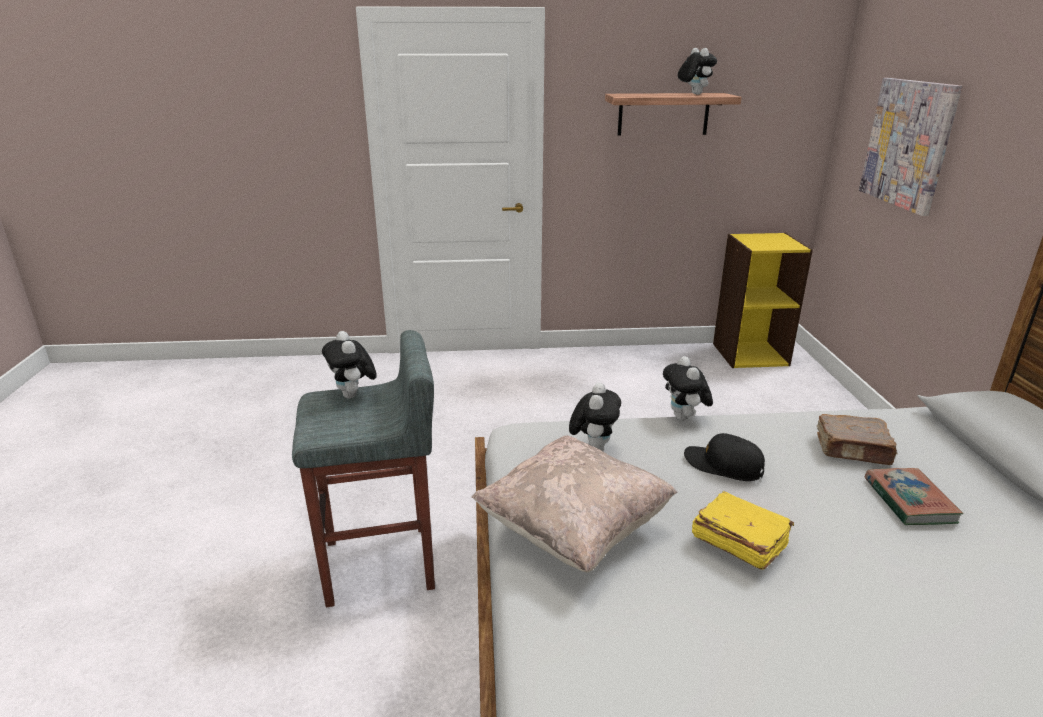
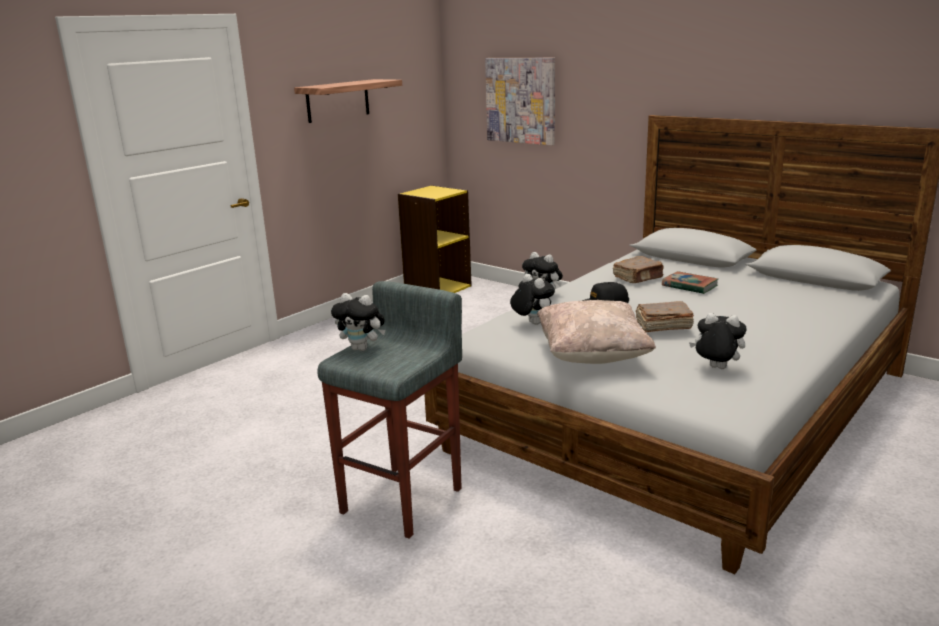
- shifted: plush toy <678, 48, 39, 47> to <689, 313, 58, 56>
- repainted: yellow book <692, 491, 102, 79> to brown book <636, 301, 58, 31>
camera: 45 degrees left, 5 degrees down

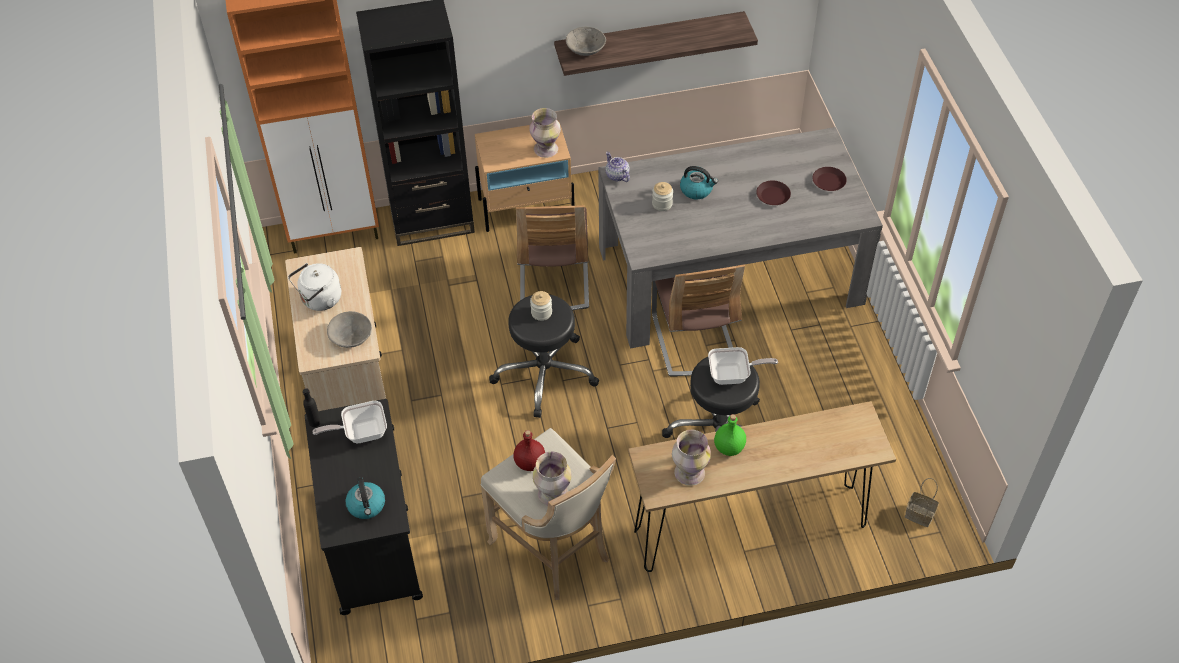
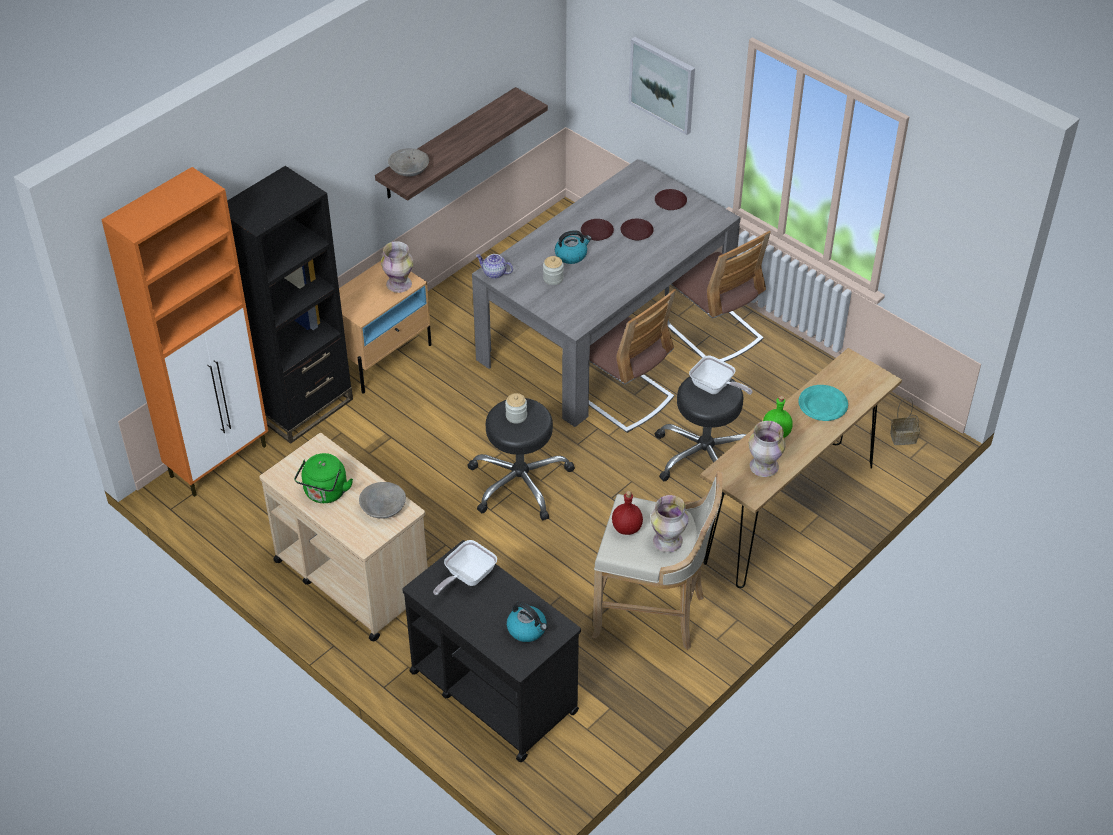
- shifted: chair <516, 205, 73, 105> to <665, 231, 106, 131>
- repainted: white kettle <288, 263, 53, 48> to green kettle <294, 453, 59, 50>
- rotated: frying pan <708, 347, 70, 38> = <689, 356, 64, 39> 75 degrees clockwise
- gone: black bottle <303, 388, 18, 39>
- new: picture <629, 37, 66, 98>
- new: brown plate <581, 219, 33, 22>
- new: turquoise plate <798, 385, 50, 36>
camera: 35 degrees left, 5 degrees down

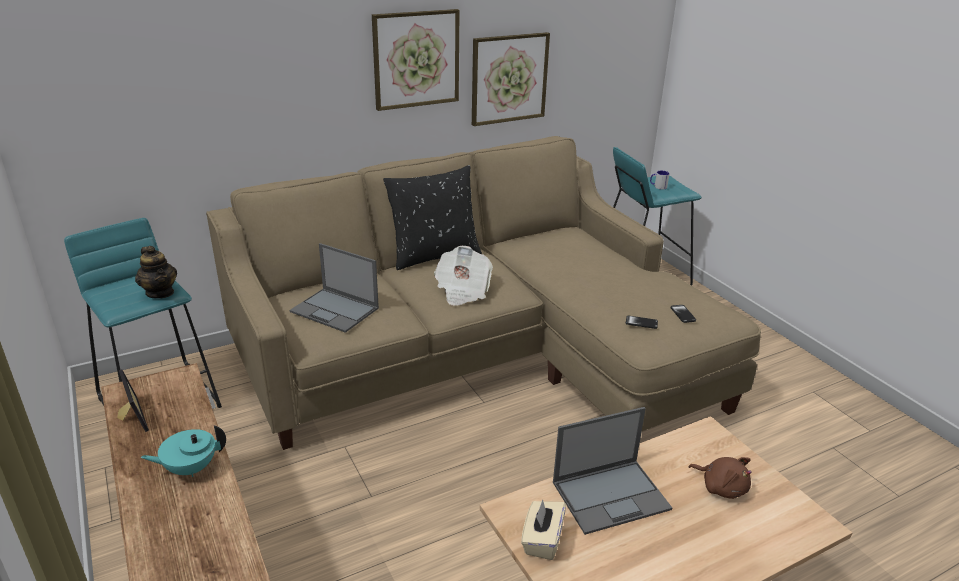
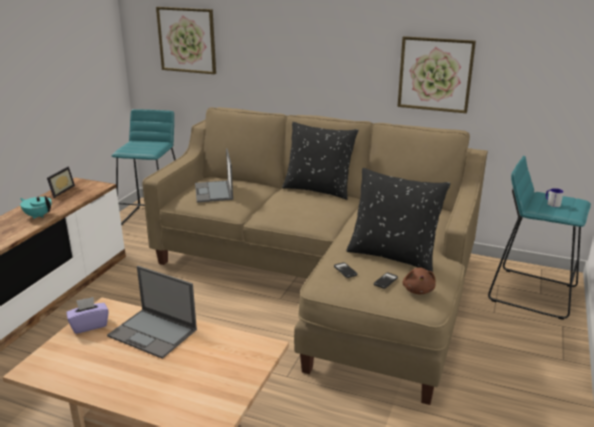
- shifted: picture <372, 9, 88, 102> to <156, 7, 60, 67>
- gone: teapot <135, 246, 42, 53>
- gone: newspaper <434, 246, 59, 60>
- shifted: brown plush toy <689, 457, 63, 42> to <402, 267, 34, 27>
- repainted: beige tissue box <521, 499, 45, 61> to purple tissue box <66, 297, 43, 37>
- new: black pillow <346, 168, 105, 104>
camera: 50 degrees right, 5 degrees down

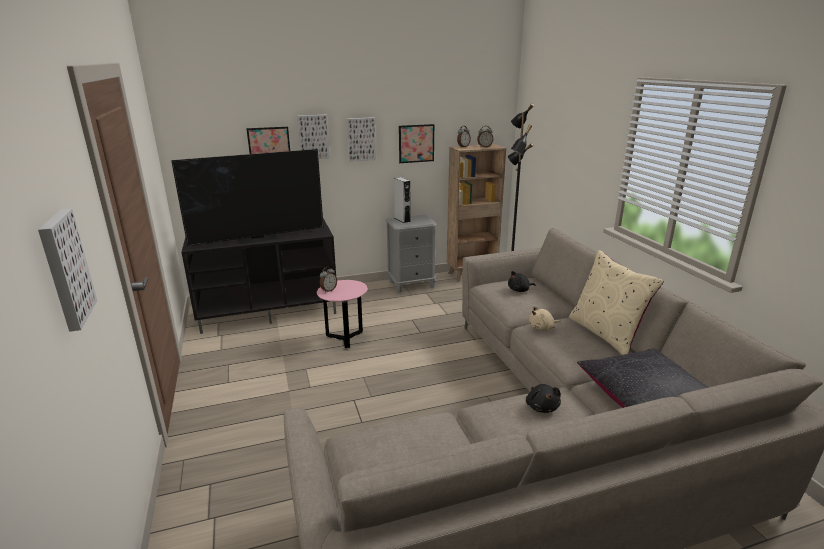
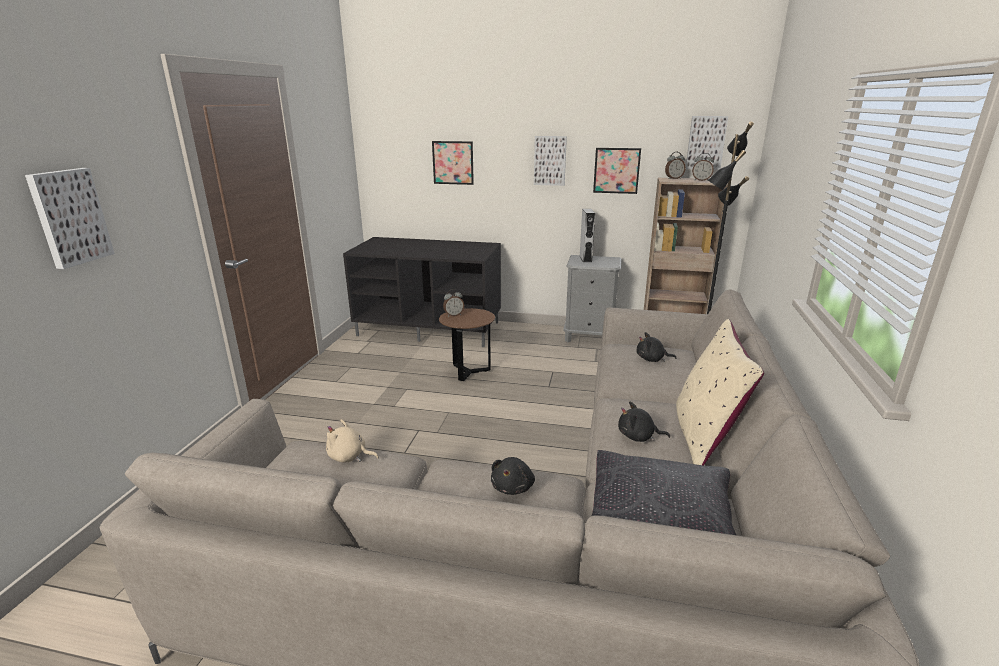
- shifted: picture <298, 115, 32, 44> to <686, 116, 42, 54>
- gone: television <171, 149, 153, 97>
- repainted: pink side table <317, 280, 50, 68> to brown side table <439, 308, 56, 73>
- shifted: beige plush toy <529, 306, 32, 25> to <326, 419, 53, 43>
- new: black plush toy <618, 401, 52, 41>
camera: 30 degrees right, 0 degrees up

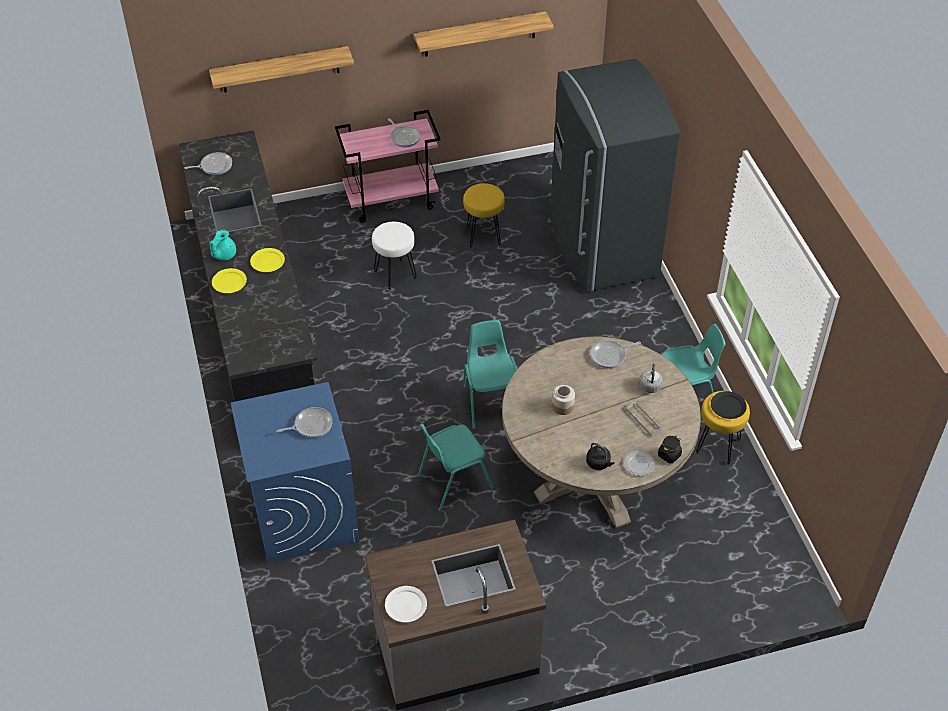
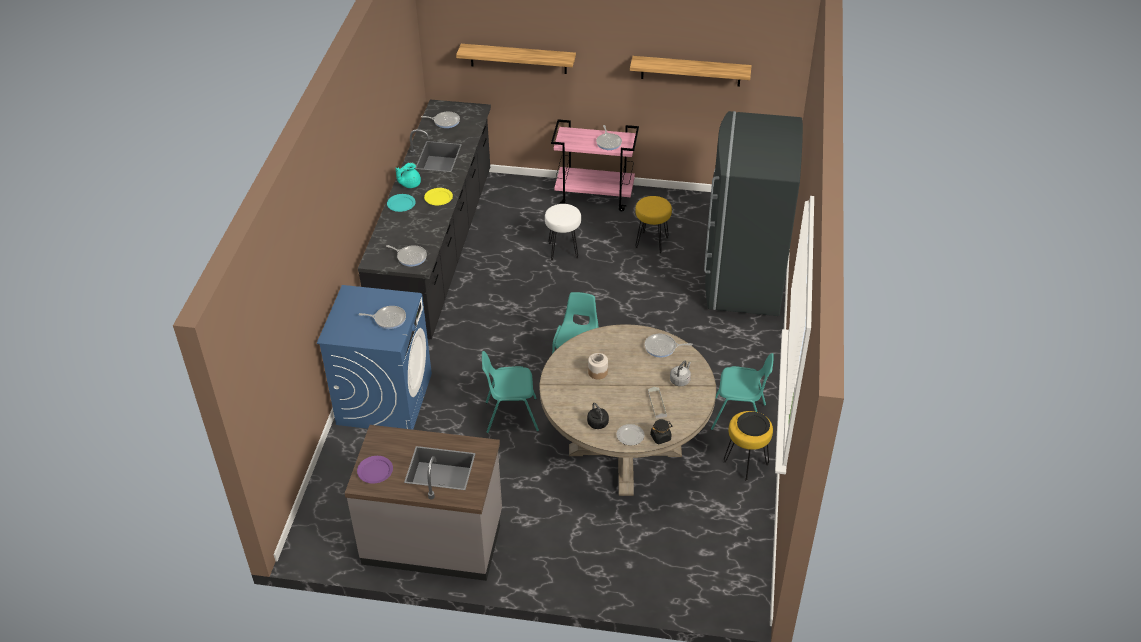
- repainted: yellow plate <212, 268, 35, 25> to turquoise plate <387, 194, 29, 18>
- repainted: white plate <385, 586, 42, 36> to purple plate <357, 456, 36, 28>
- new: frying pan <387, 245, 40, 22>
camera: 25 degrees right, 5 degrees down

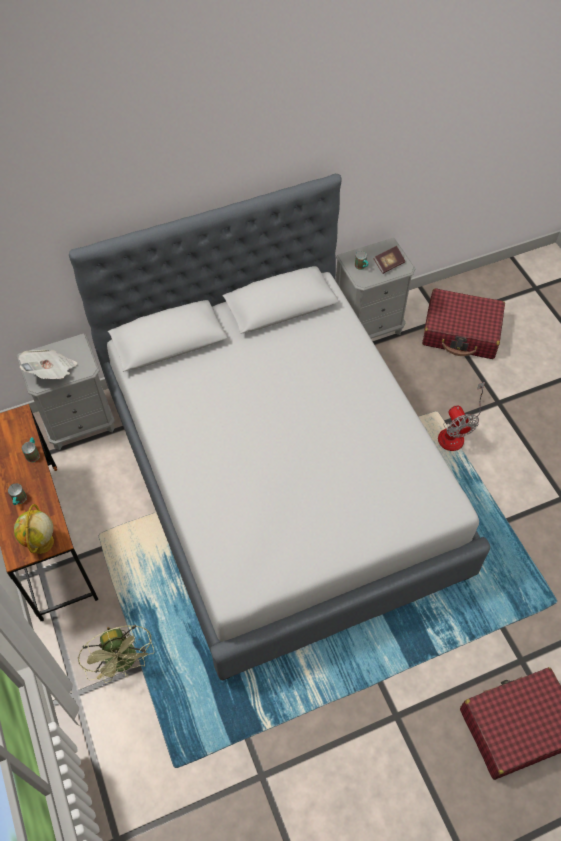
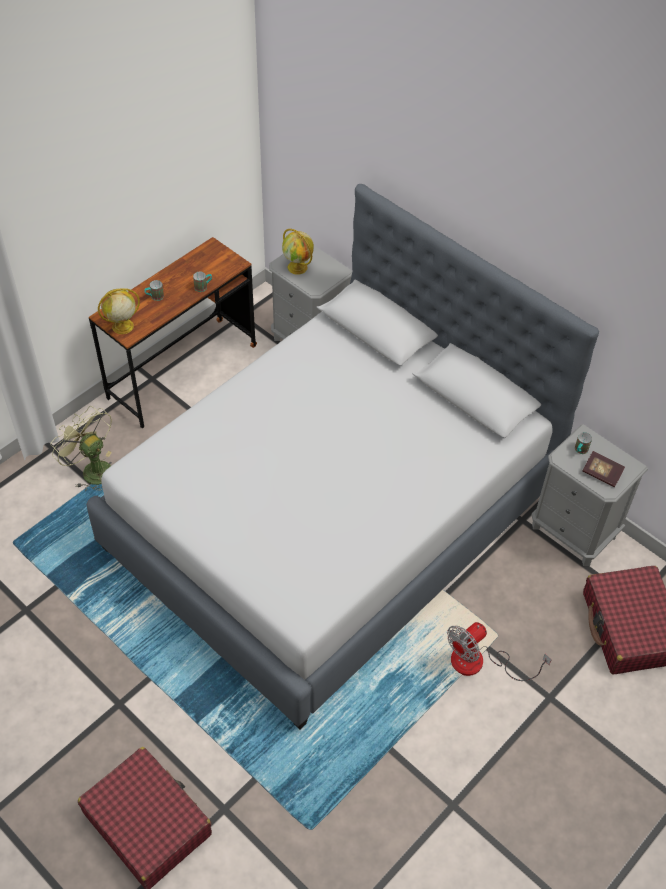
- swapped: newspaper <19, 350, 59, 29> to globe <282, 229, 32, 46>
- rotated: green fan <78, 625, 76, 58> = <50, 406, 62, 85> 90 degrees clockwise
camera: 65 degrees right, 5 degrees down

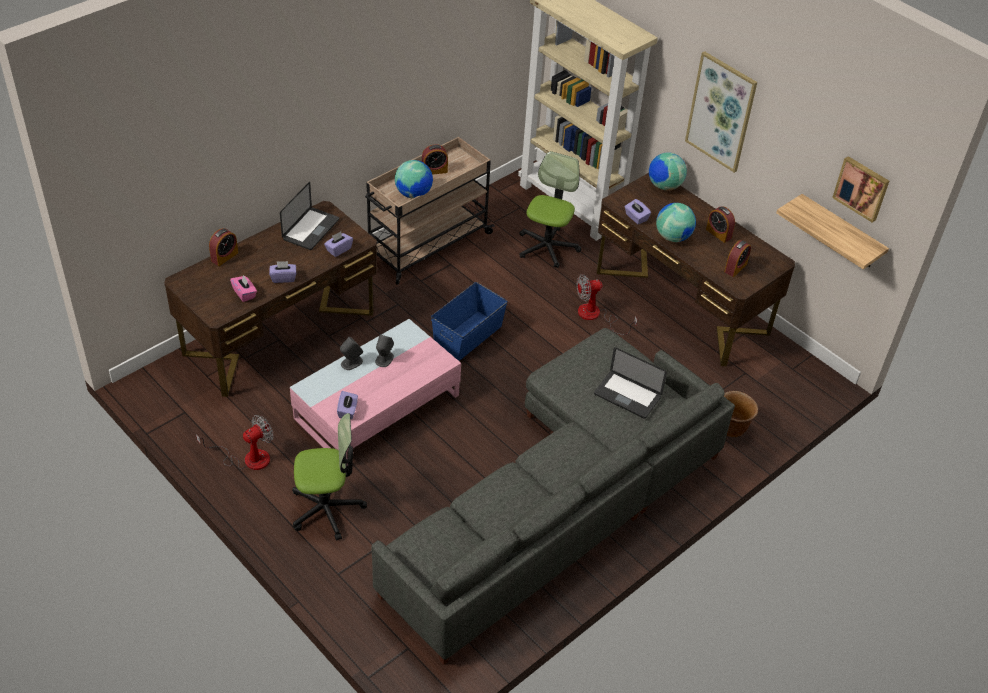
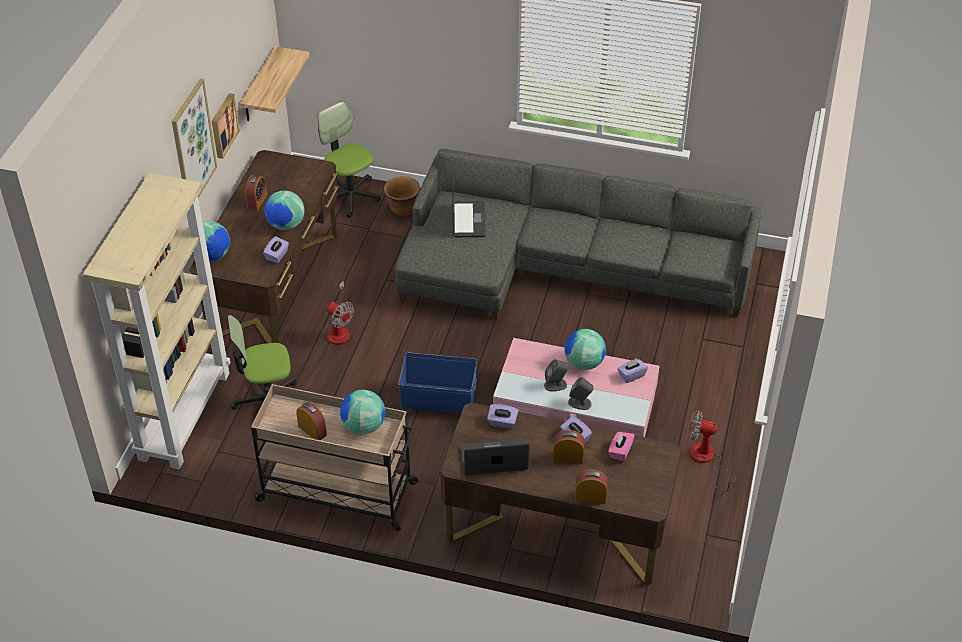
- shifted: picture <832, 156, 57, 67> to <212, 93, 28, 66>
- shifted: alarm clock <724, 240, 27, 37> to <553, 430, 32, 34>
- shifted: office chair <292, 413, 75, 128> to <318, 101, 63, 117>
- new: globe <565, 329, 41, 41>
camera: 120 degrees left, 0 degrees up

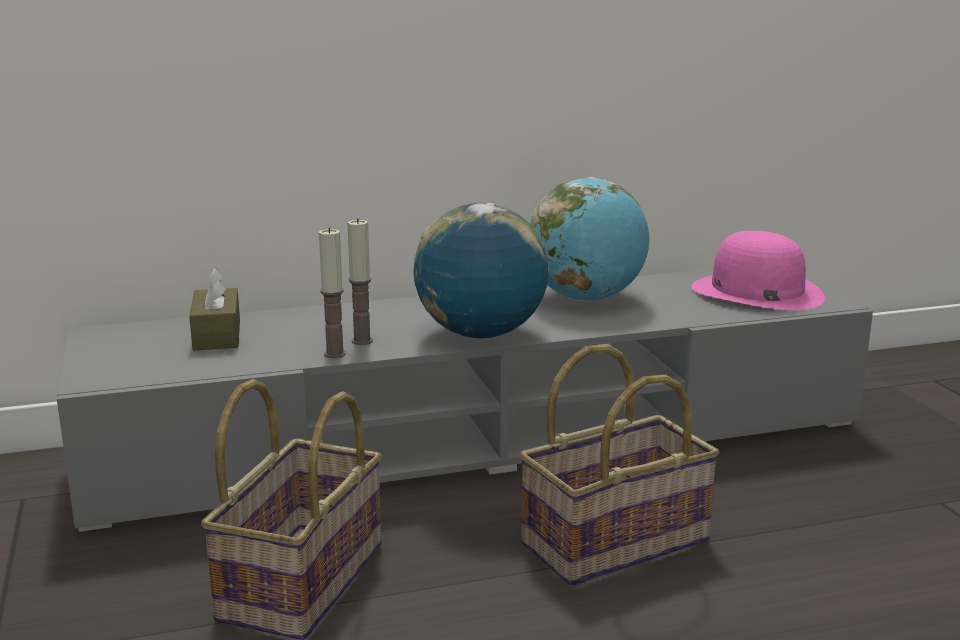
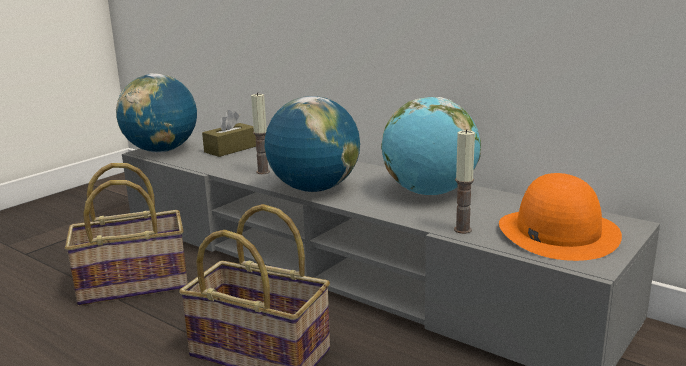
- shifted: candle <319, 228, 27, 130> to <454, 129, 21, 105>
- repainted: pink hat <692, 231, 133, 79> to orange hat <499, 173, 123, 88>
- new: globe <116, 73, 81, 80>
camera: 55 degrees right, 0 degrees up

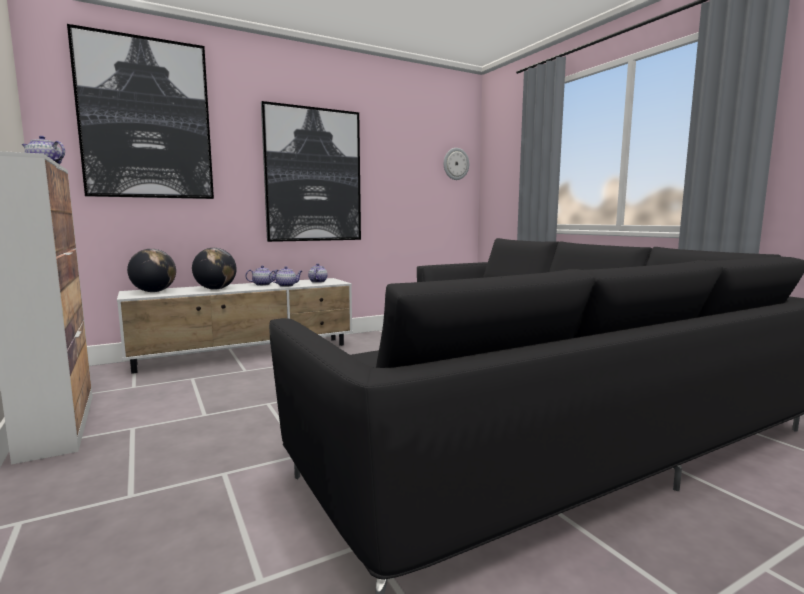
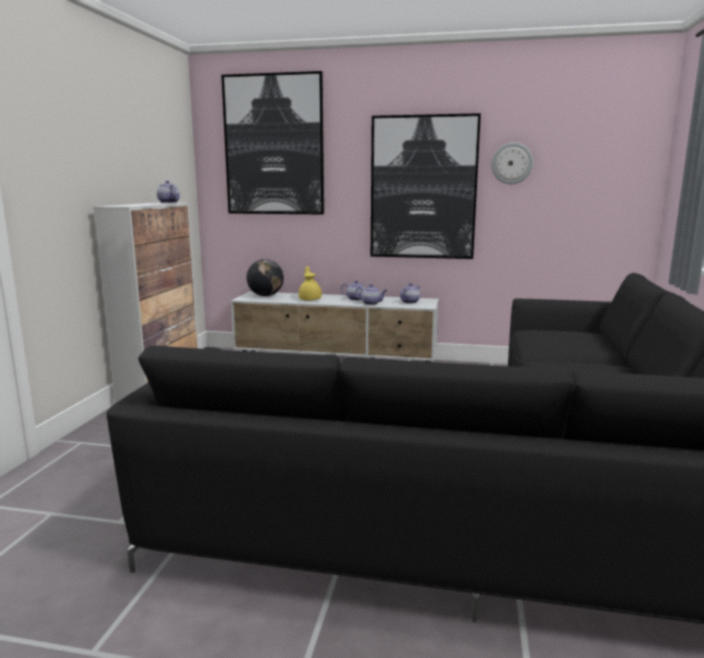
- shifted: wall clock <444, 148, 25, 32> to <491, 142, 42, 42>
- swapped: globe <192, 248, 45, 42> to yellow teapot <299, 266, 23, 35>
camera: 40 degrees right, 5 degrees up

